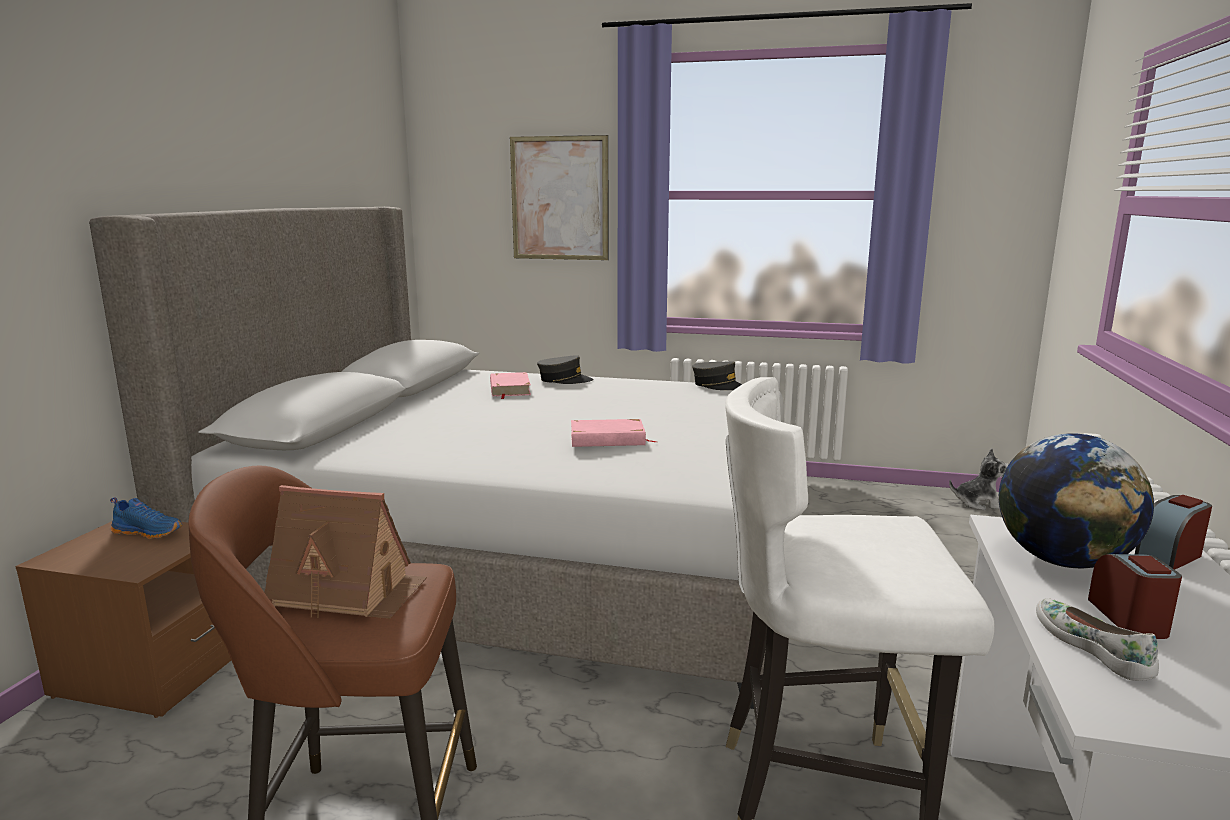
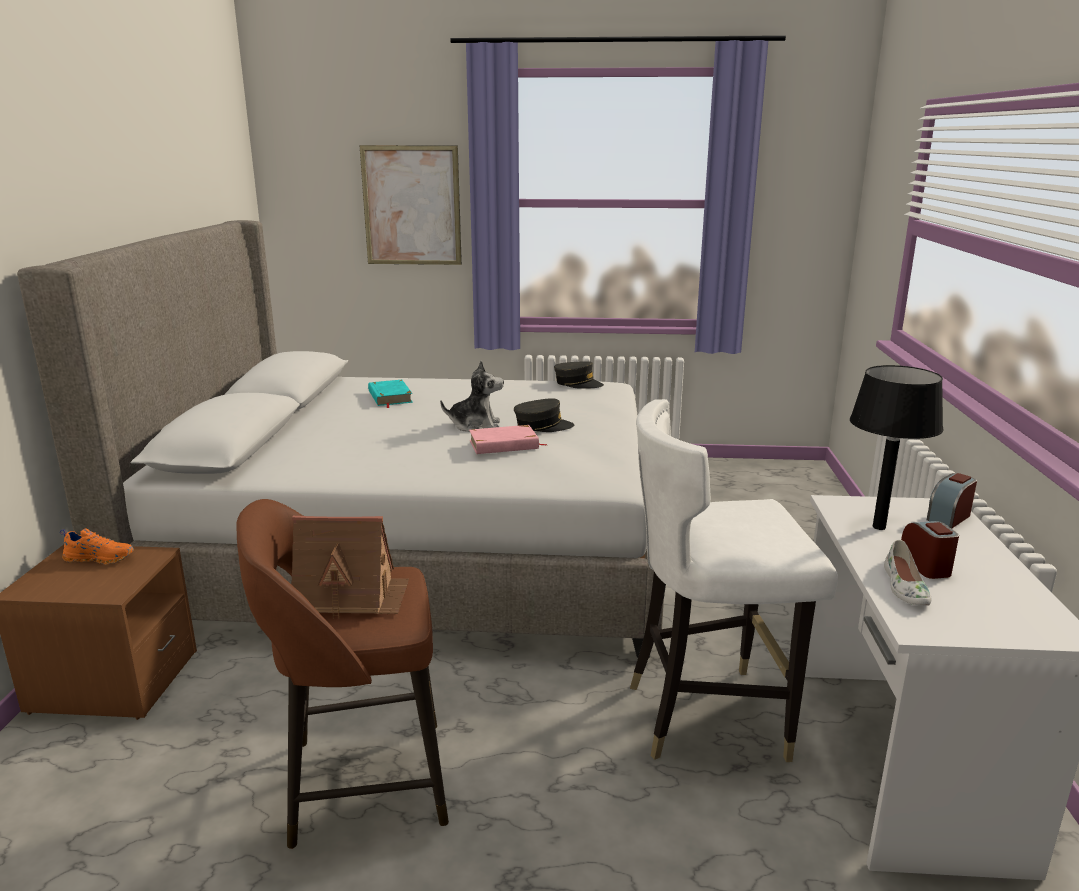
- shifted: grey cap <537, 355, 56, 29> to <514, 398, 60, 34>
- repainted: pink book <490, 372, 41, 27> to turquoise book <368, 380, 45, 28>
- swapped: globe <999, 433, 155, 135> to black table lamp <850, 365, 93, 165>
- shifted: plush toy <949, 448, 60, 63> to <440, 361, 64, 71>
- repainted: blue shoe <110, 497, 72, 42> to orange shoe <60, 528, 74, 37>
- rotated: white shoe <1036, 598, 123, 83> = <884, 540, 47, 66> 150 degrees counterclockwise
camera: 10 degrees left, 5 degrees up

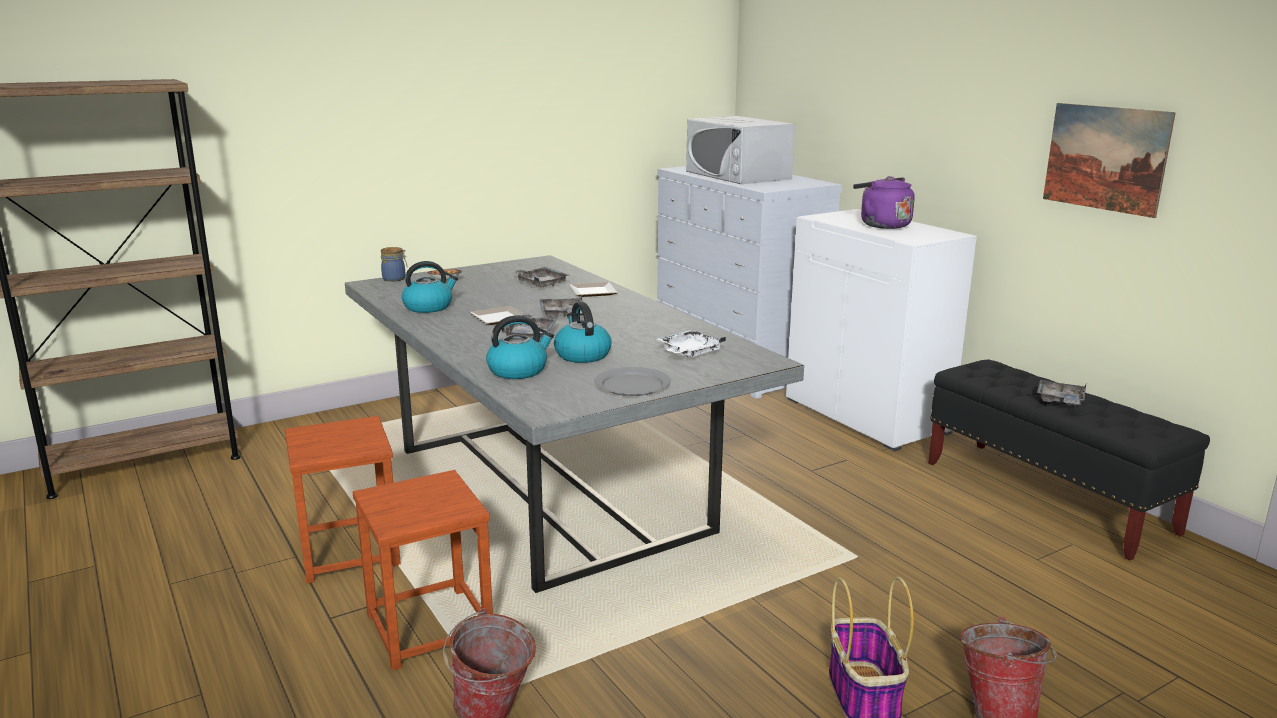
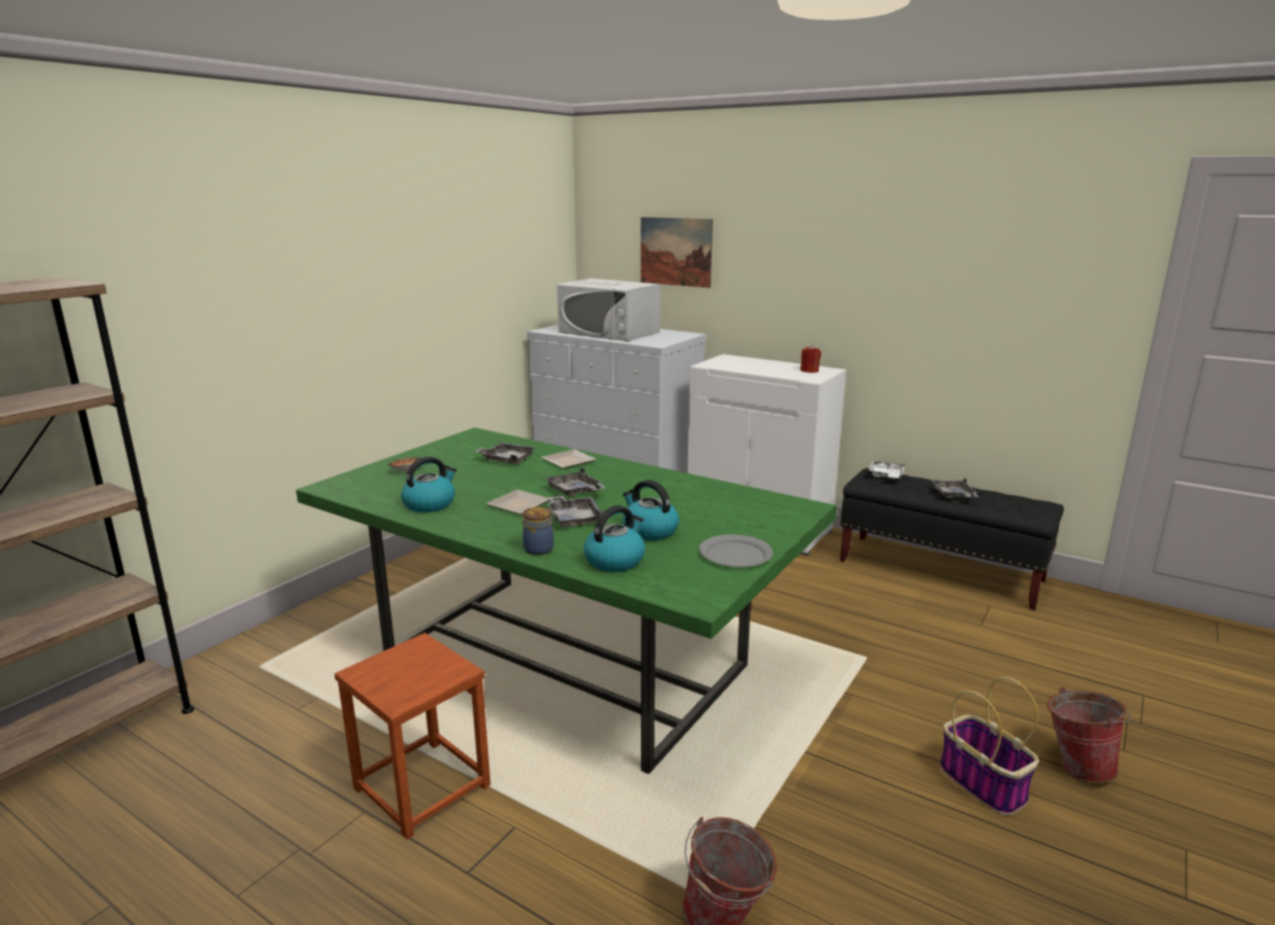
- shifted: picture <1043, 103, 133, 115> to <641, 217, 72, 71>
- gone: purple kettle <853, 176, 62, 53>
- shifted: jar <381, 247, 26, 35> to <523, 507, 31, 48>
- repainted: grey dining table <345, 255, 459, 338> to green dining table <296, 428, 541, 346>
- shifted: white tray <657, 330, 69, 27> to <869, 461, 36, 18>
- gone: brown stool <353, 470, 140, 201>
- new: red candle <800, 345, 21, 28>
camera: 25 degrees left, 0 degrees up

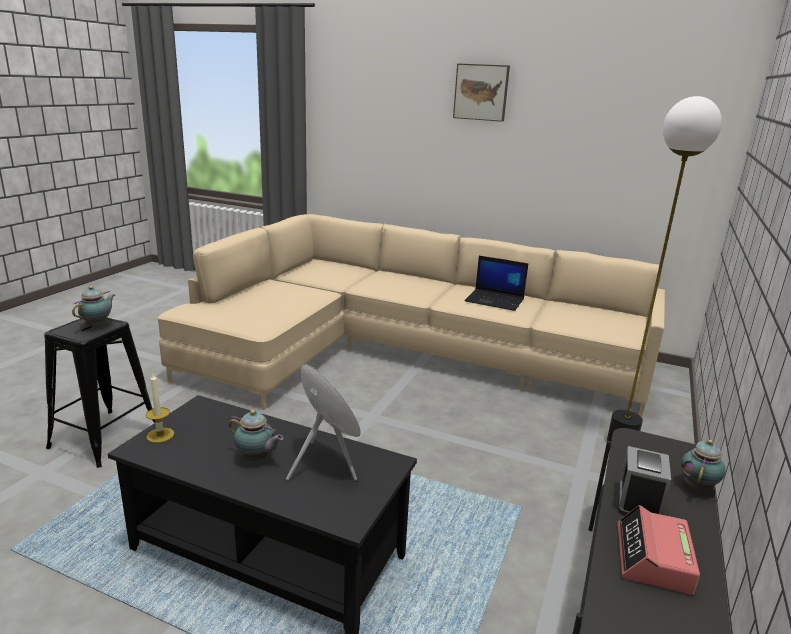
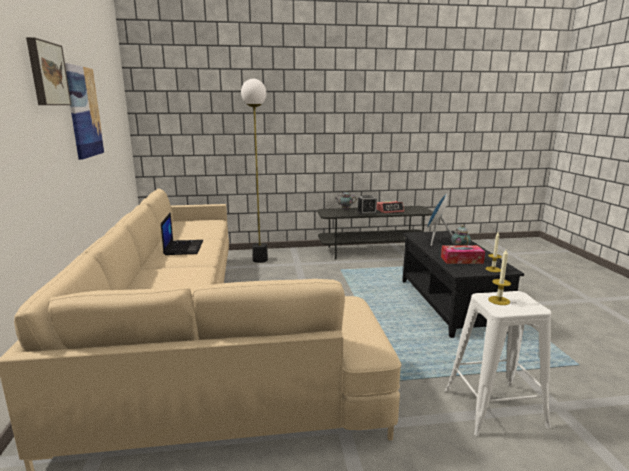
- swapped: teapot <72, 286, 43, 41> to candle <488, 249, 23, 56>
- repainted: black stool <44, 317, 111, 151> to white stool <445, 291, 106, 145>
- new: picture <65, 63, 40, 97>
- new: tissue box <441, 245, 44, 19>
camera: 120 degrees left, 5 degrees down

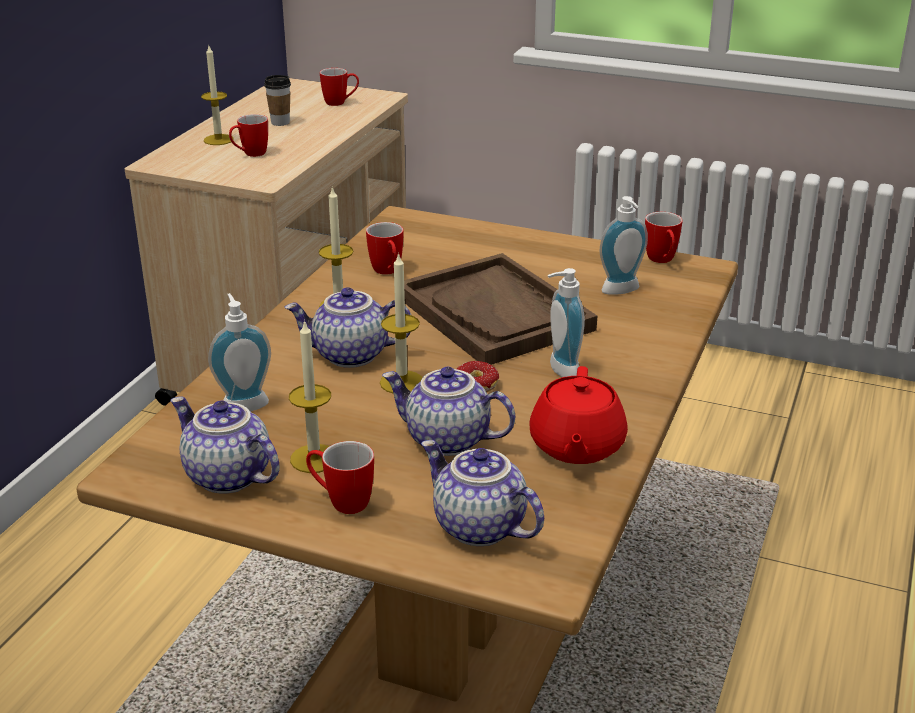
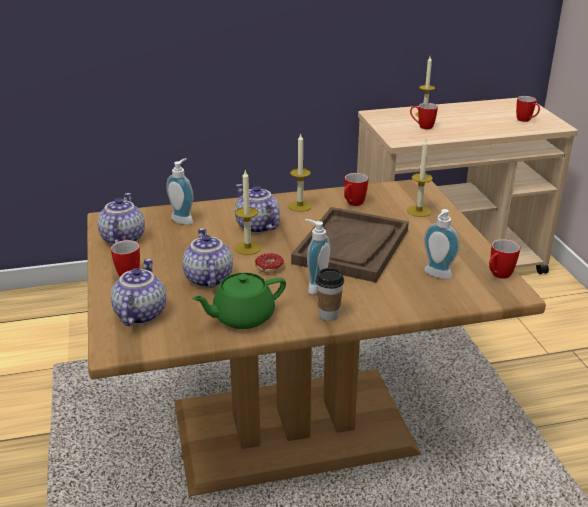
- shifted: cup <264, 75, 27, 51> to <316, 268, 28, 53>
- shifted: candle <289, 319, 42, 154> to <407, 139, 26, 78>
- repainted: red teapot <529, 366, 99, 98> to green teapot <192, 273, 94, 56>
camera: 55 degrees right, 0 degrees up

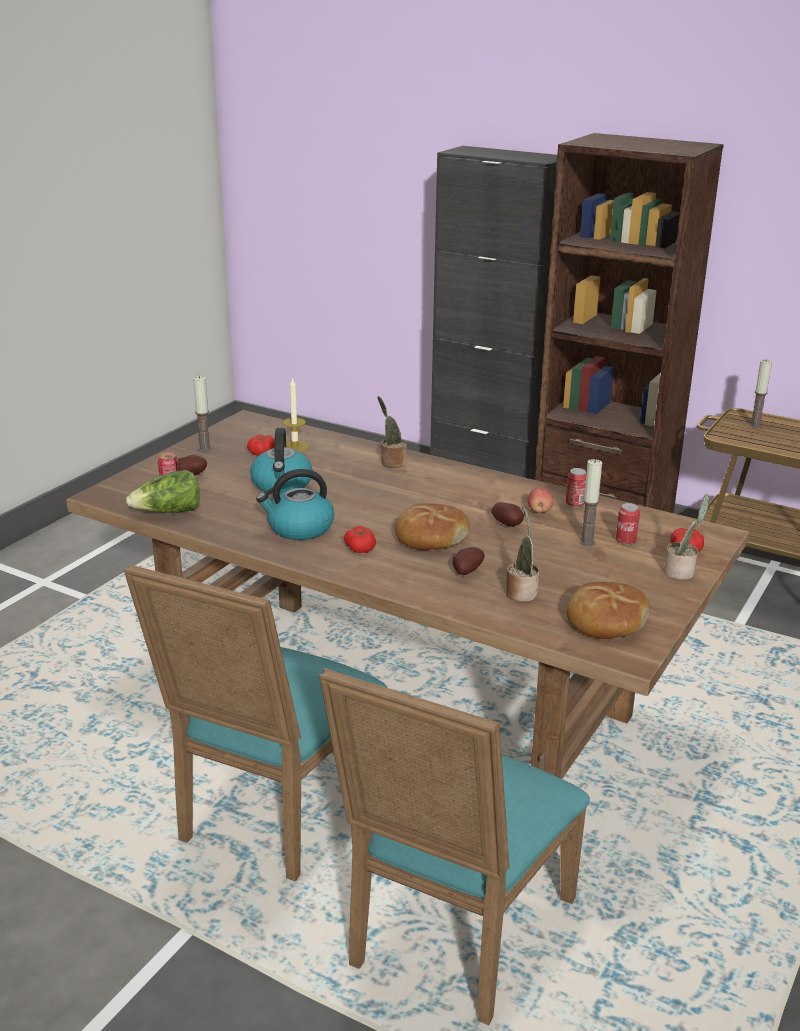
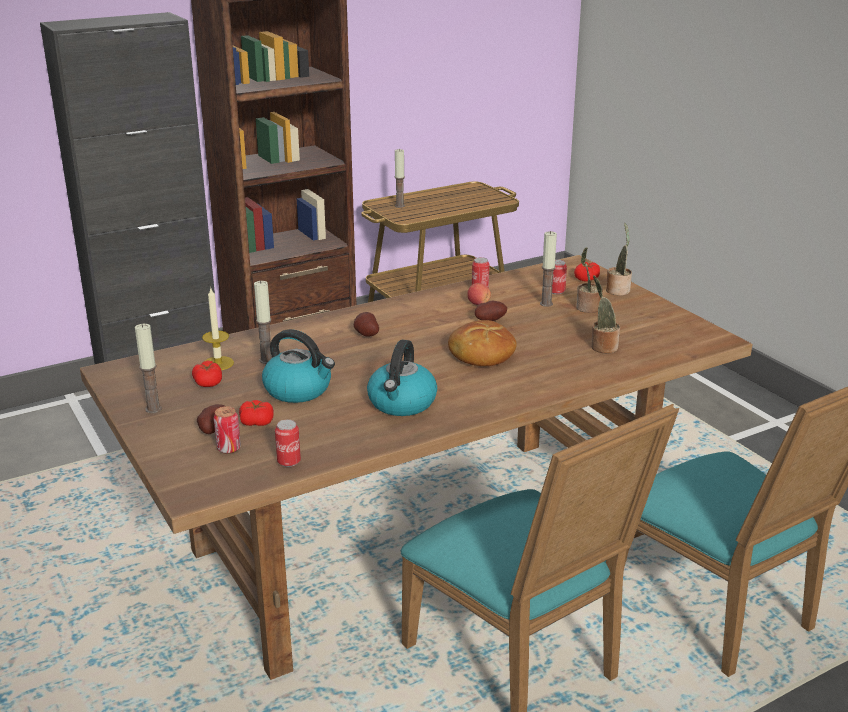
- shifted: potted plant <377, 396, 30, 72> to <576, 247, 27, 66>
- swapped: lettuce <126, 470, 74, 43> to can <275, 419, 26, 48>
- shifted: tomato <344, 526, 32, 27> to <239, 400, 35, 26>
- shifted: potato <452, 547, 33, 28> to <354, 312, 25, 25>
- gone: bread <566, 582, 84, 57>
- new: candle <254, 281, 18, 83>
camera: 60 degrees left, 0 degrees up

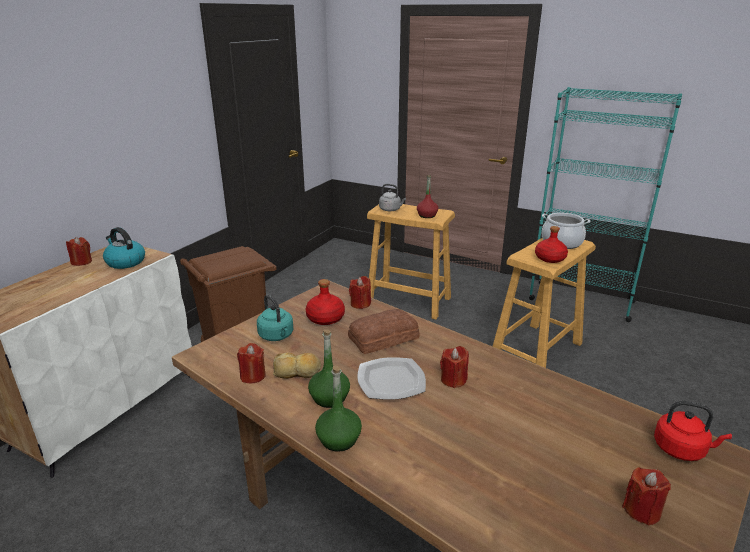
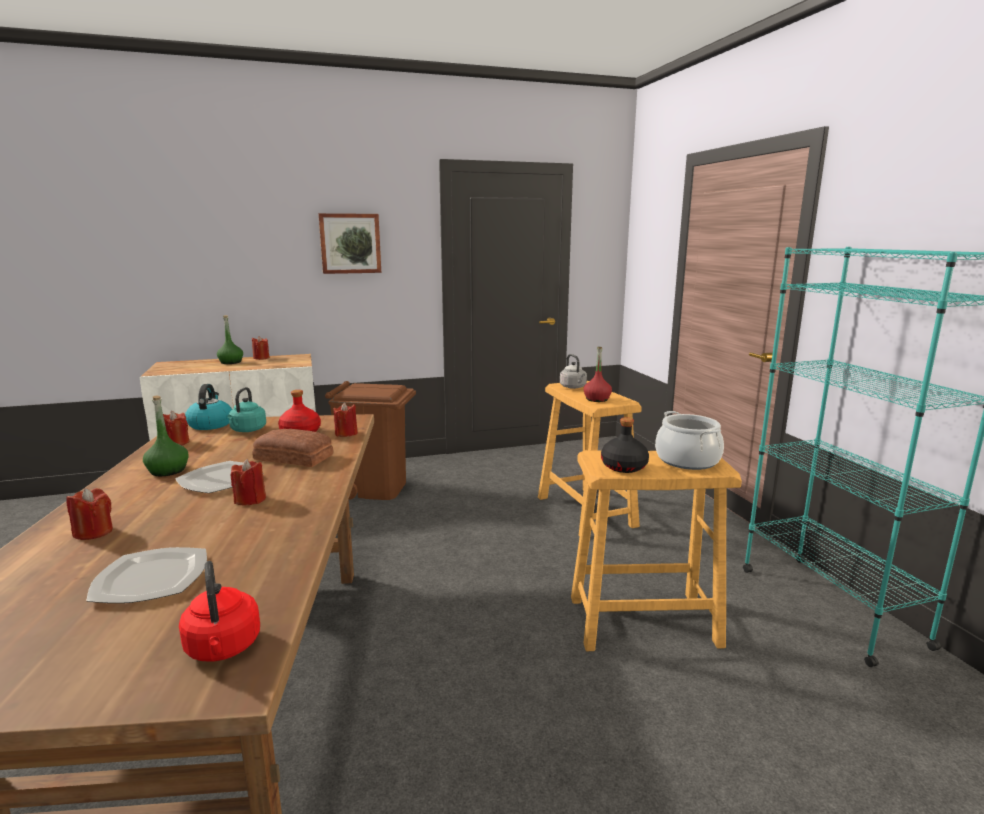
- repainted: red bottle <535, 226, 33, 37> to black bottle <601, 417, 48, 56>
- shifted: kettle <103, 227, 42, 42> to <185, 384, 47, 46>
- gone: bread <273, 353, 48, 26>
- shifted: green bottle <315, 366, 47, 86> to <217, 315, 26, 49>
- shifted: red candle <622, 467, 49, 58> to <66, 488, 47, 52>
- new: picture <318, 213, 63, 61>
- new: plate <86, 547, 121, 56>
camera: 45 degrees right, 10 degrees down

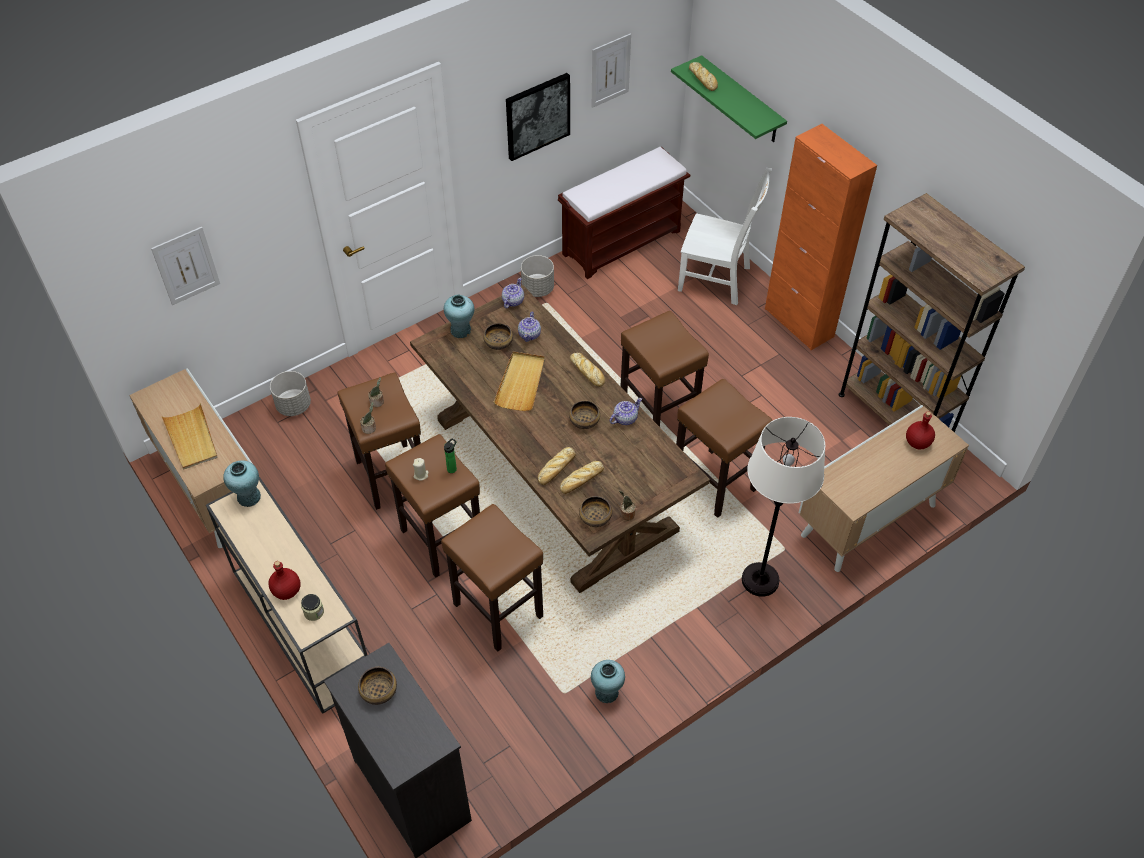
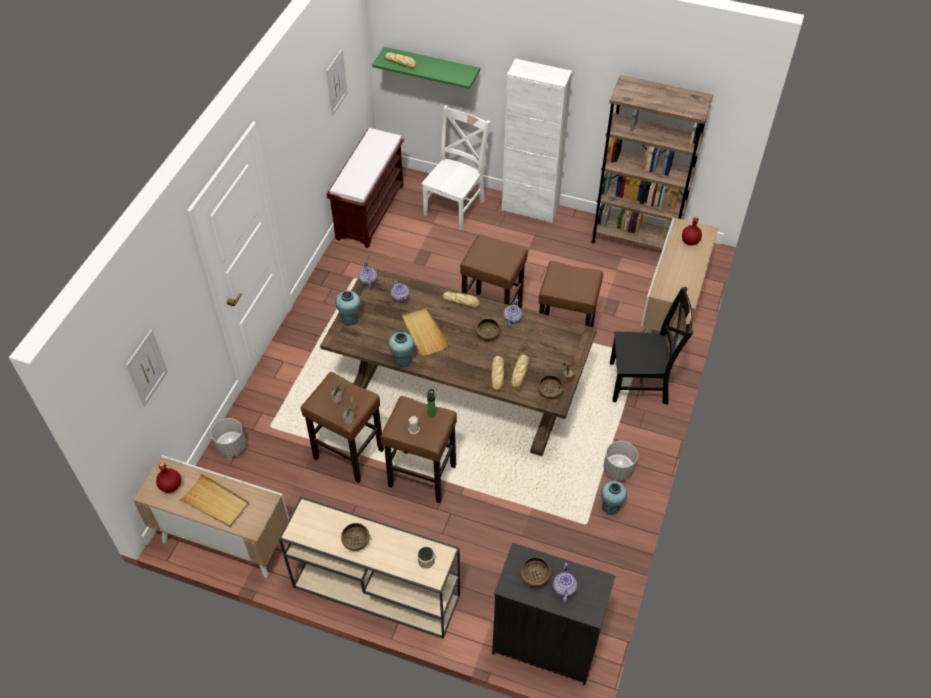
- gone: picture <506, 73, 64, 88>
- repainted: orange cabinet <765, 124, 112, 226> to white cabinet <502, 58, 70, 165>
- rotated: white chair <678, 168, 94, 137> = <421, 105, 70, 125> 45 degrees counterclockwise
- shifted: grey planter <521, 255, 33, 42> to <604, 441, 34, 40>
- shifted: bowl <483, 323, 30, 27> to <341, 523, 29, 28>
- swapped: white floor lamp <742, 417, 83, 180> to black chair <610, 287, 84, 118>
- shifted: turquoise vase <223, 460, 38, 47> to <388, 332, 27, 35>
- gone: brown stool <441, 504, 102, 148>
- shifted: red bottle <268, 561, 33, 39> to <156, 463, 25, 30>
- new: teapot <553, 563, 24, 40>
camera: 35 degrees left, 0 degrees up

